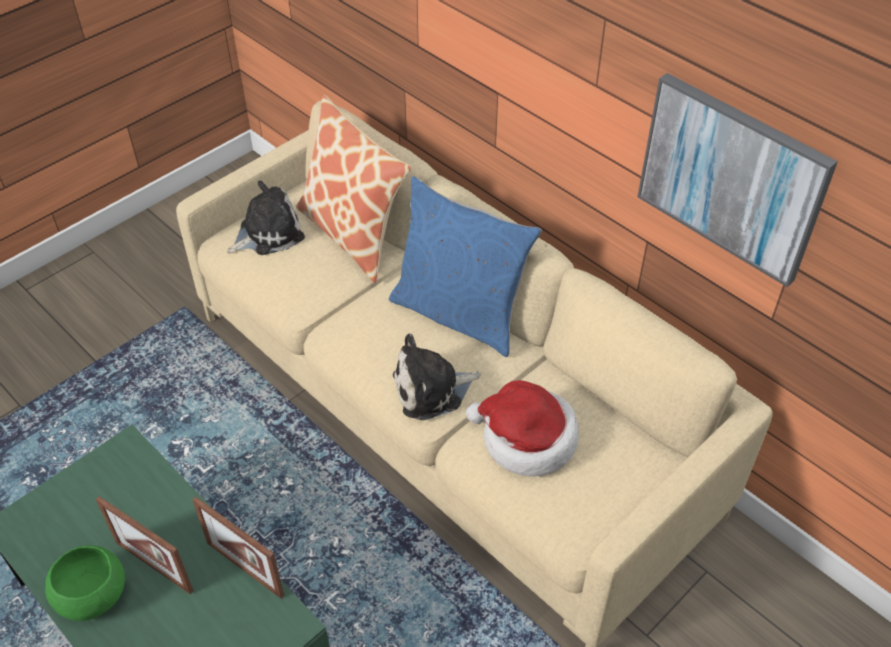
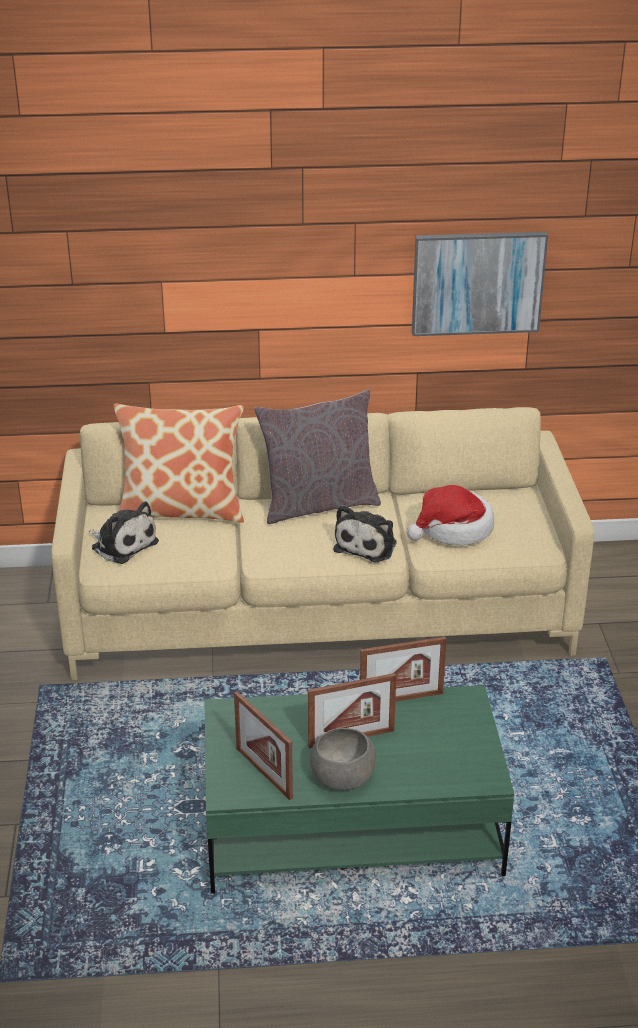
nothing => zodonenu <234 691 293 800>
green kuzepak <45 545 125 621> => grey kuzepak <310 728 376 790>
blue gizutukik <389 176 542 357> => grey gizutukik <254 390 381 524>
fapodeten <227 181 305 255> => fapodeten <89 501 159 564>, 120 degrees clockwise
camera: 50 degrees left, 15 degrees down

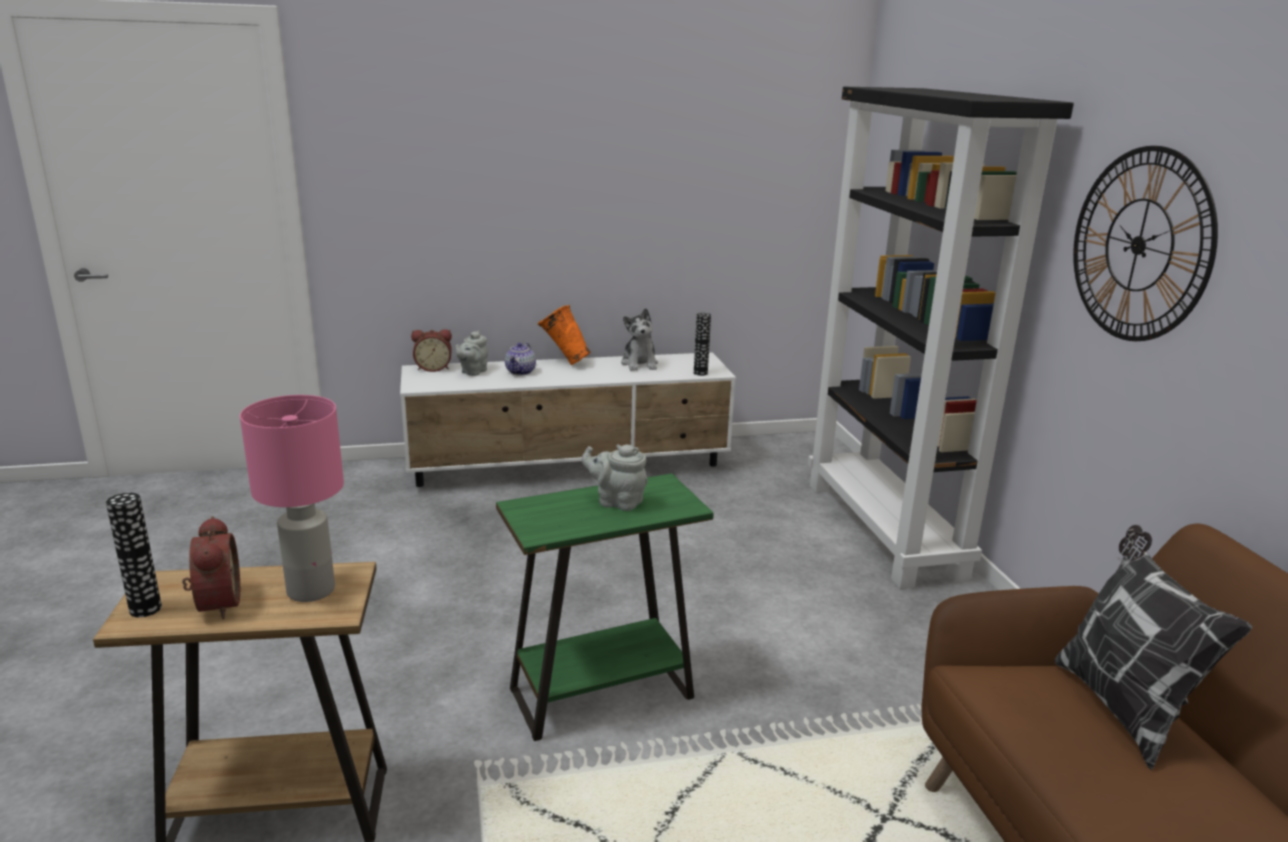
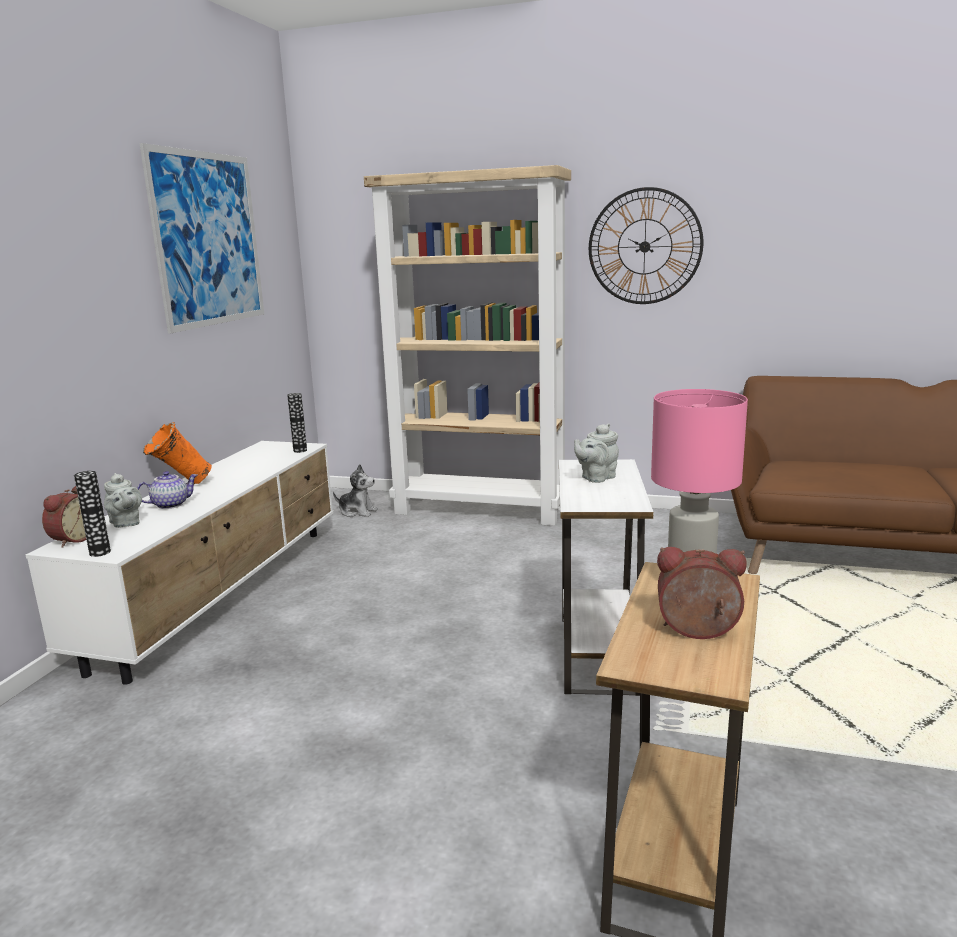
gizutukik <1055 525 1253 770> => nothing
nothing => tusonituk <140 143 264 333>
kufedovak <106 493 162 617> => kufedovak <74 471 111 557>, move
fapodeten <621 308 658 371> => fapodeten <333 464 378 517>, move
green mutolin <496 473 714 741> => white mutolin <559 459 653 696>
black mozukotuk <808 87 1074 589> => beige mozukotuk <364 165 571 526>
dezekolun <505 343 536 376> => dezekolun <137 471 198 509>, 75 degrees counterclockwise
camera: 60 degrees left, 5 degrees down

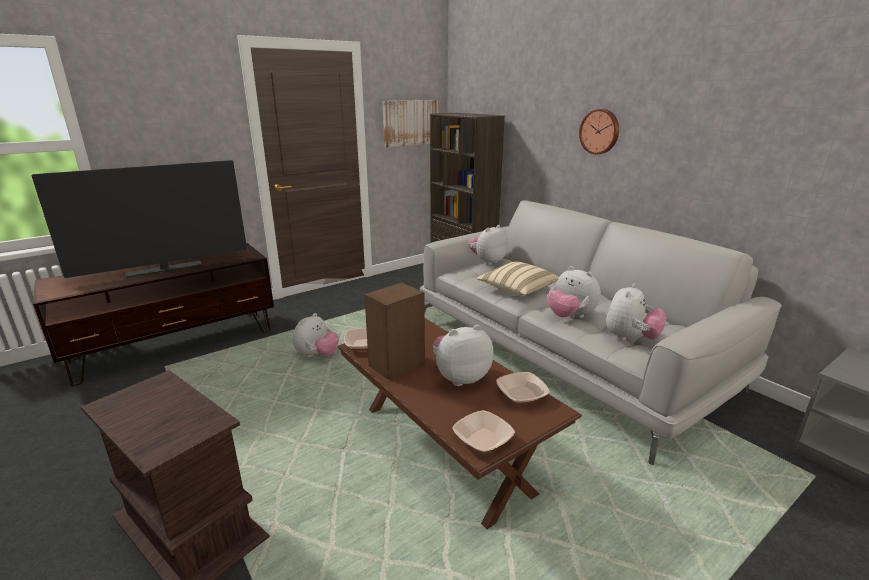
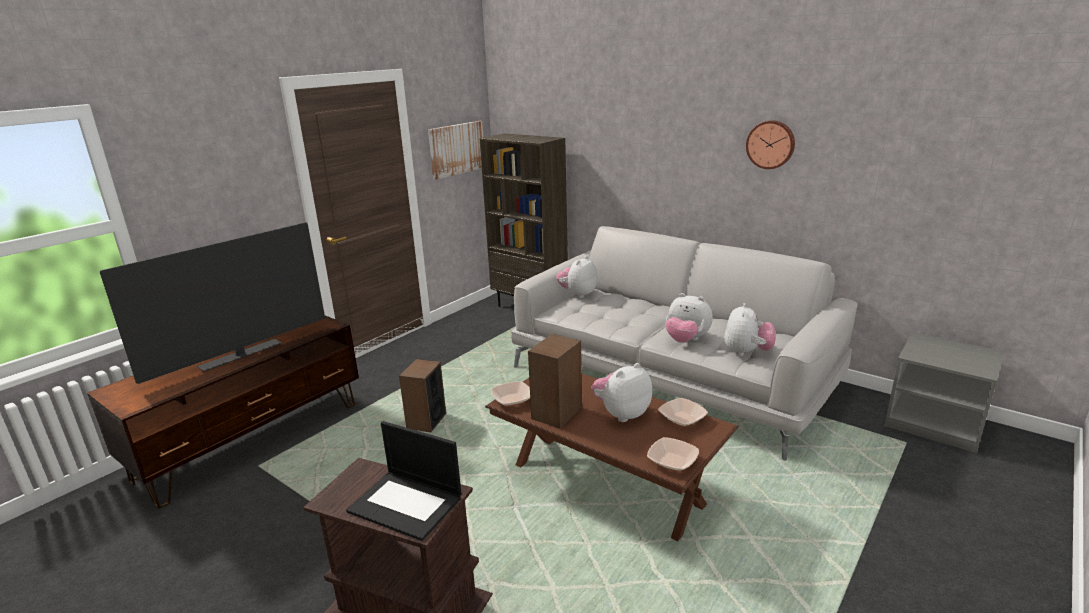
beige gizutukik <476 262 559 295> => nothing
nothing => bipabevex <346 421 461 541>
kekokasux <579 109 619 155> => kekokasux <746 120 795 169>, move
fapodeten <293 313 339 357> => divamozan <399 359 446 432>
camera: 15 degrees left, 0 degrees up

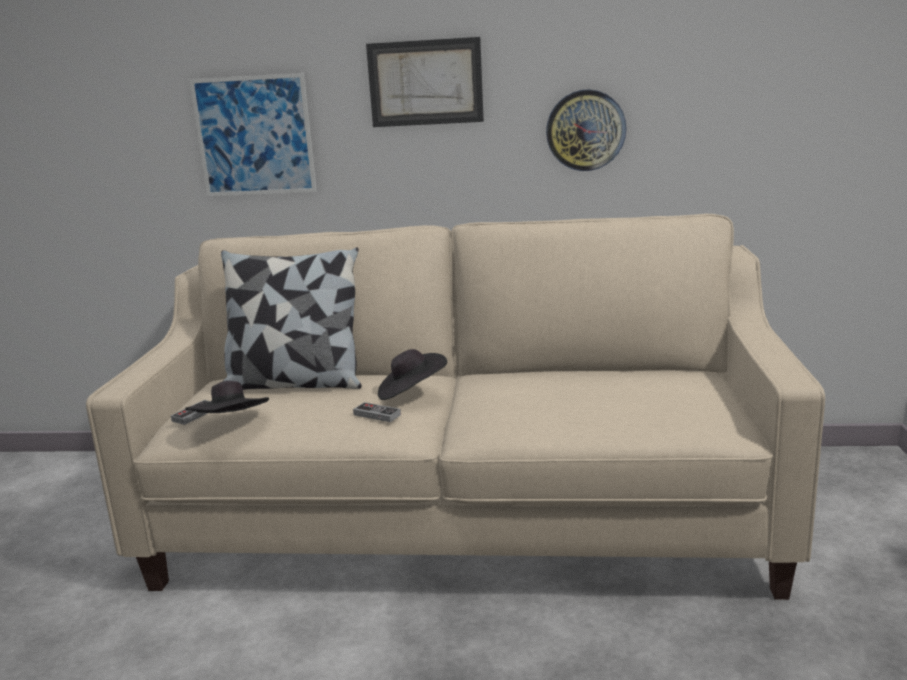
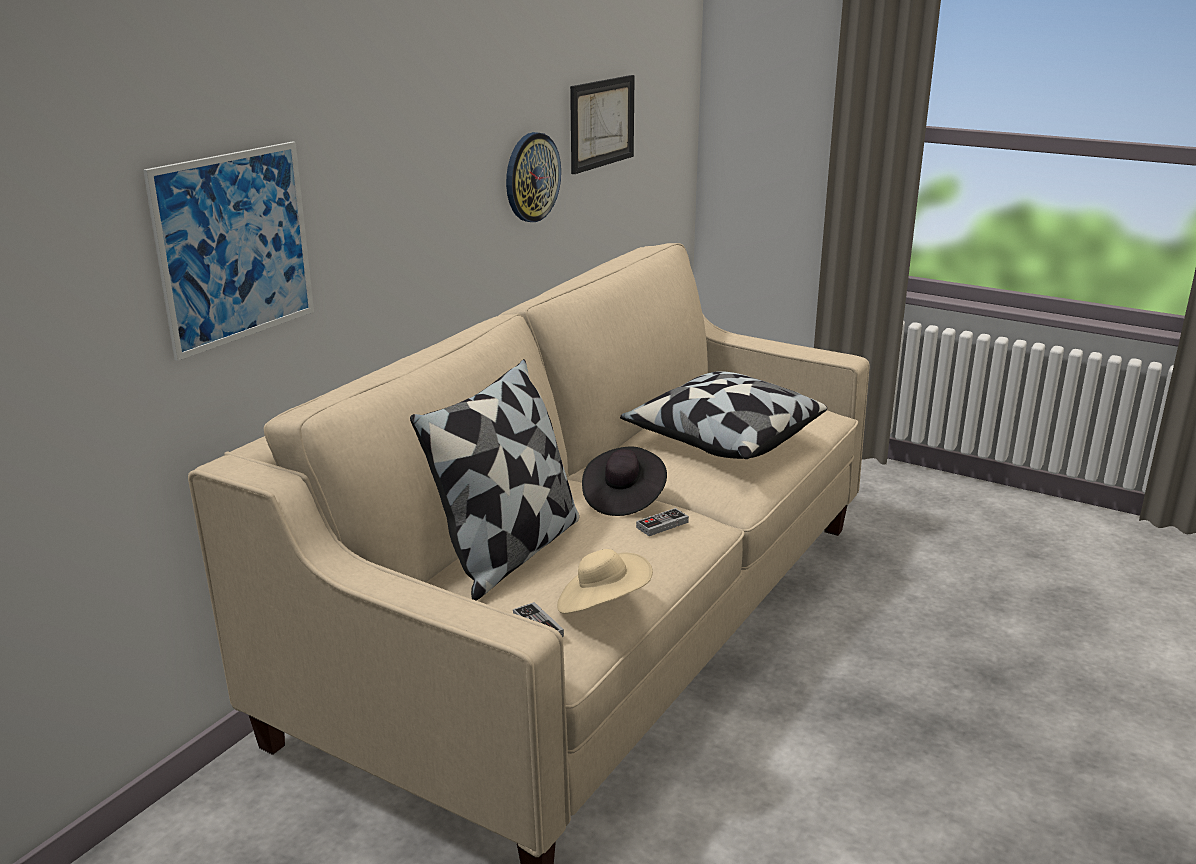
nothing => gizutukik <620 371 827 459>
tusonituk <366 37 484 127> => tusonituk <570 75 635 174>, move
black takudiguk <185 381 269 413> => beige takudiguk <557 549 653 614>
camera: 65 degrees left, 5 degrees up

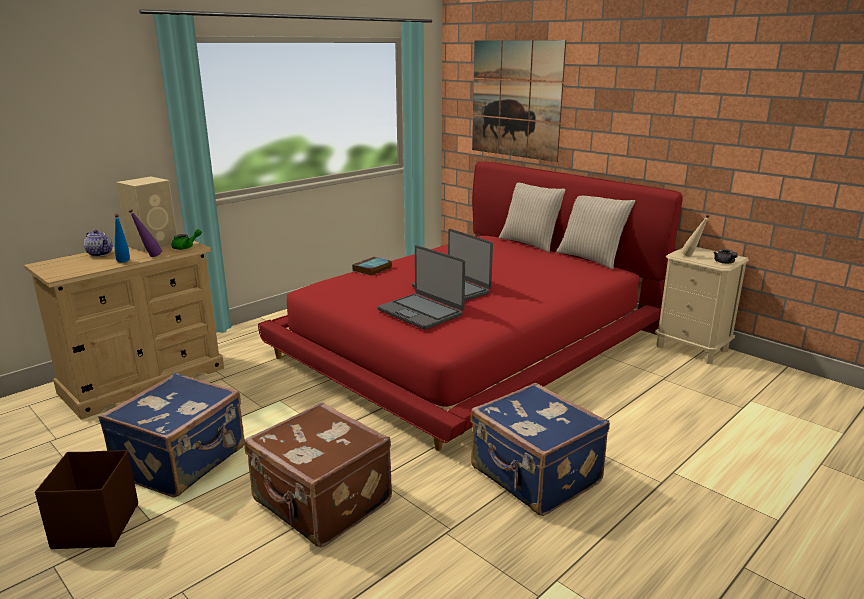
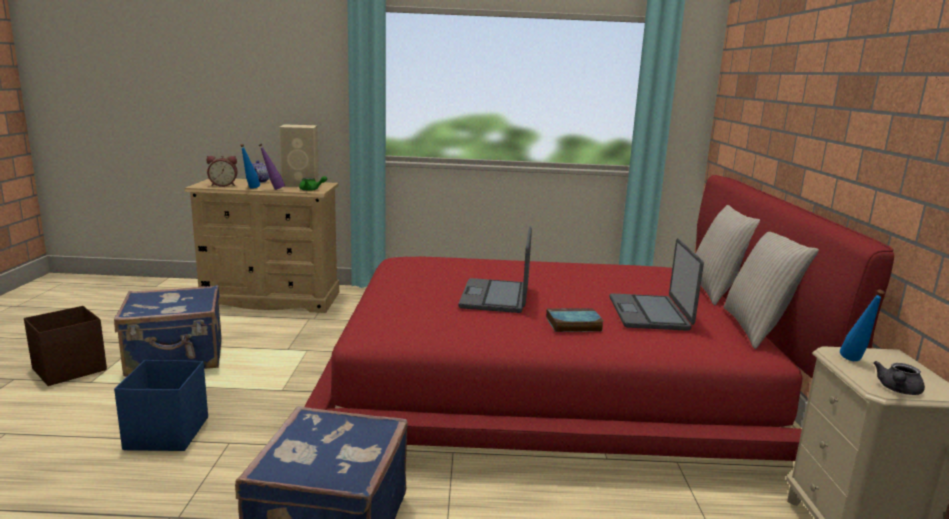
tusonituk <472 40 566 162> => nothing
nothing => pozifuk <206 156 238 187>
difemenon <352 257 392 276> => difemenon <546 308 604 332>, move
bipabevex <378 245 465 330> => bipabevex <610 239 704 331>, move
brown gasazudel <244 402 392 548> => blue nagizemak <114 360 208 451>
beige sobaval <681 215 710 257> => blue sobaval <840 290 885 361>
camera: 45 degrees right, 5 degrees down

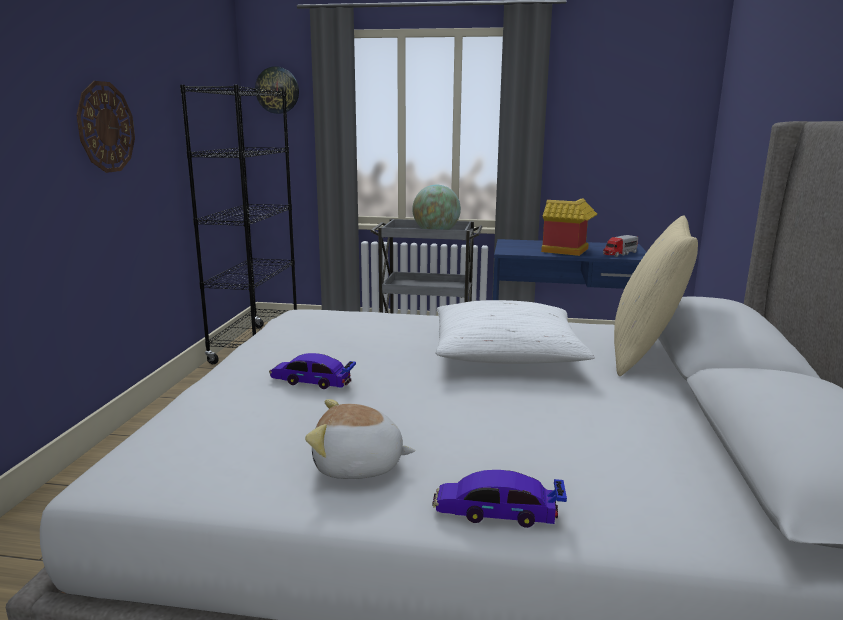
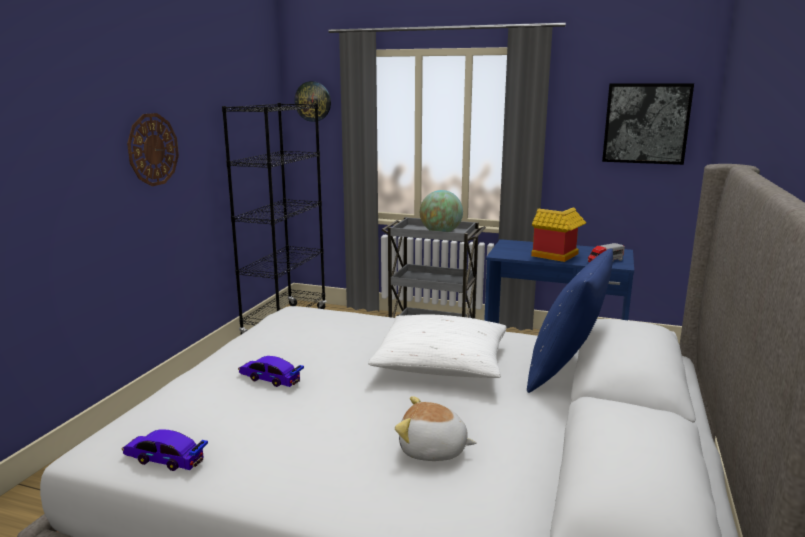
nothing => tusonituk <602 84 694 165>
fapodeten <305 399 415 479> => fapodeten <395 396 477 461>, move
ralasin <432 470 567 528> => ralasin <122 429 208 471>, move
beige gizutukik <614 216 698 376> => blue gizutukik <527 248 613 393>
camera: 10 degrees right, 0 degrees up

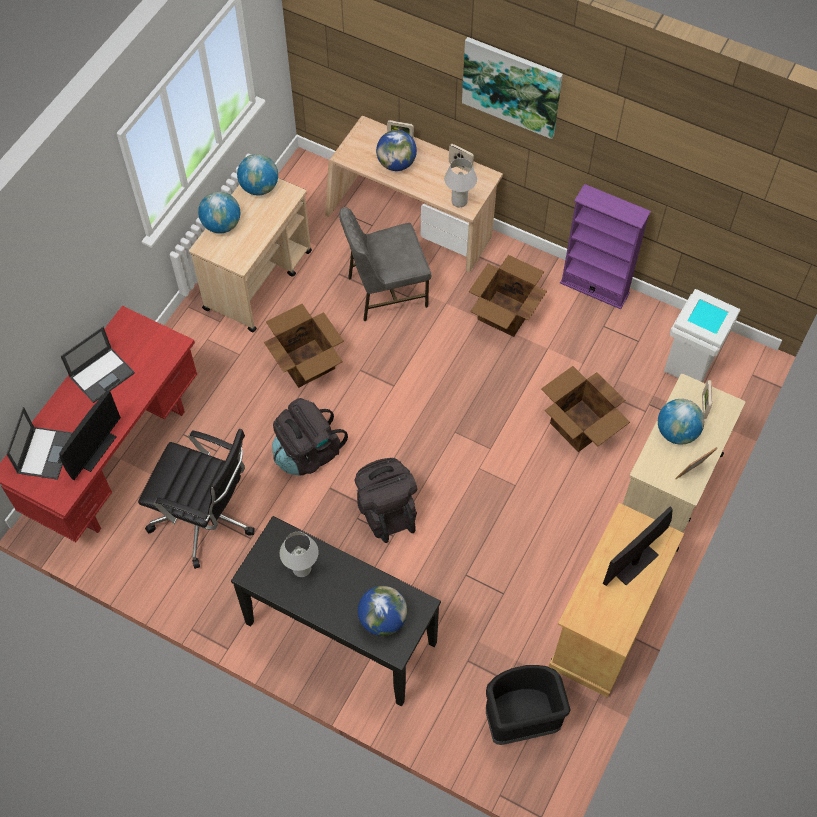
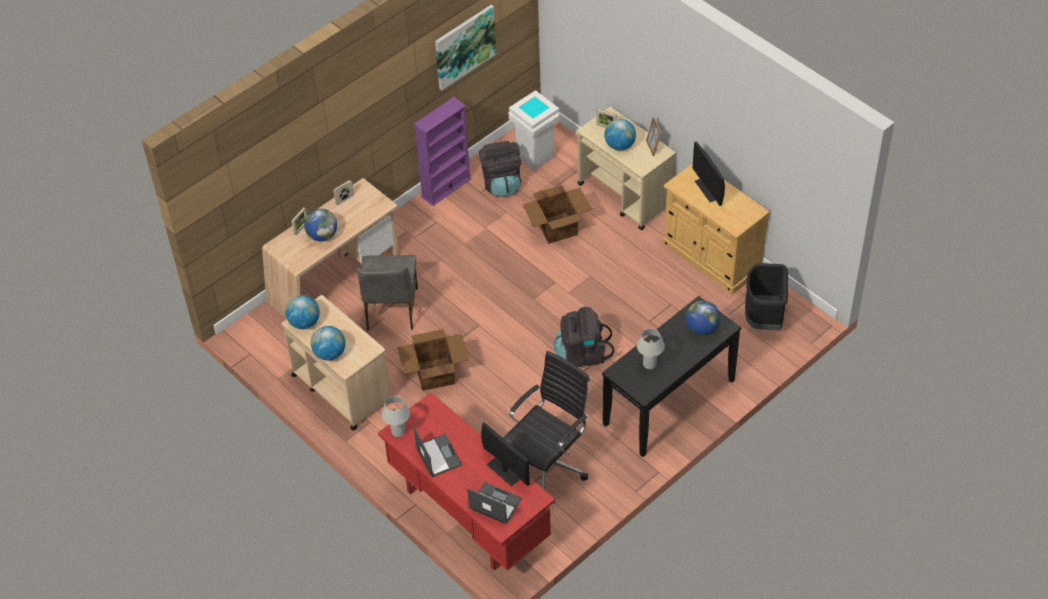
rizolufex <469 255 547 337> => nothing
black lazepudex <272 398 348 476> => black lazepudex <479 141 521 197>, move
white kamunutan <444 158 477 207> => white kamunutan <382 396 410 437>, move
tusonituk <462 37 563 139> => tusonituk <435 5 496 90>, move
camera: 70 degrees left, 10 degrees down

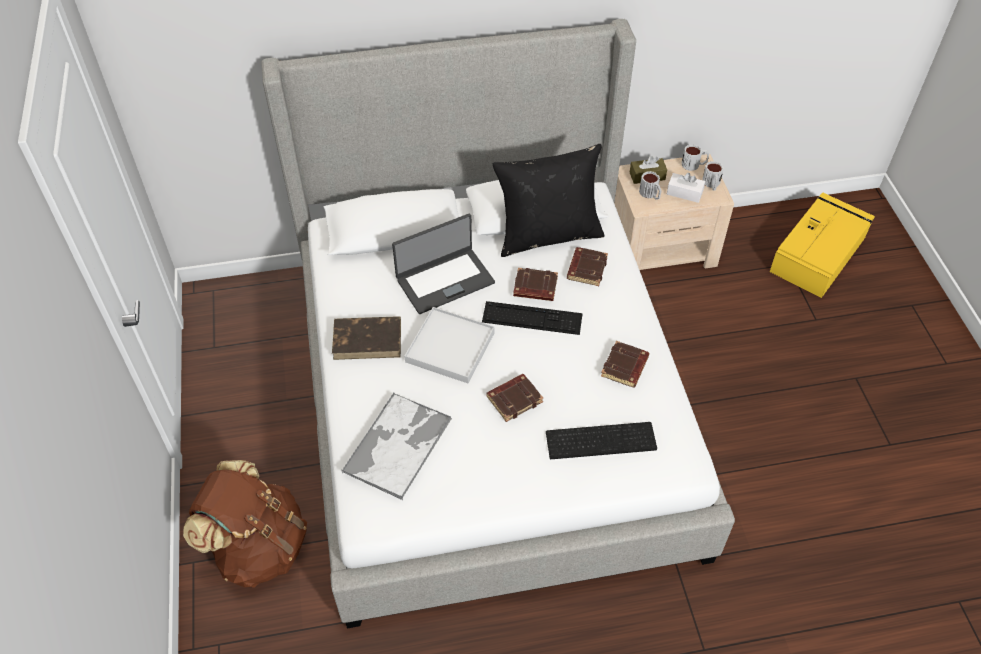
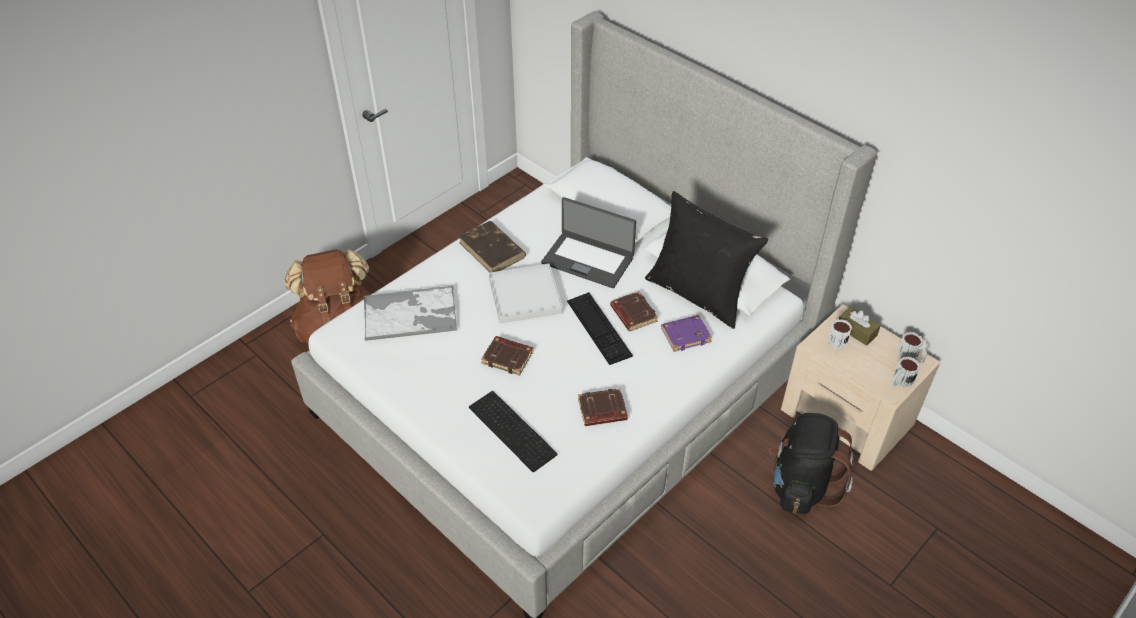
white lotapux <667 173 705 203> => nothing
yellow nagizemak <770 192 875 298> => nothing
nothing => black lazepudex <769 413 853 514>
brown difemenon <567 247 608 286> => purple difemenon <661 315 712 352>
camera: 55 degrees right, 5 degrees down

